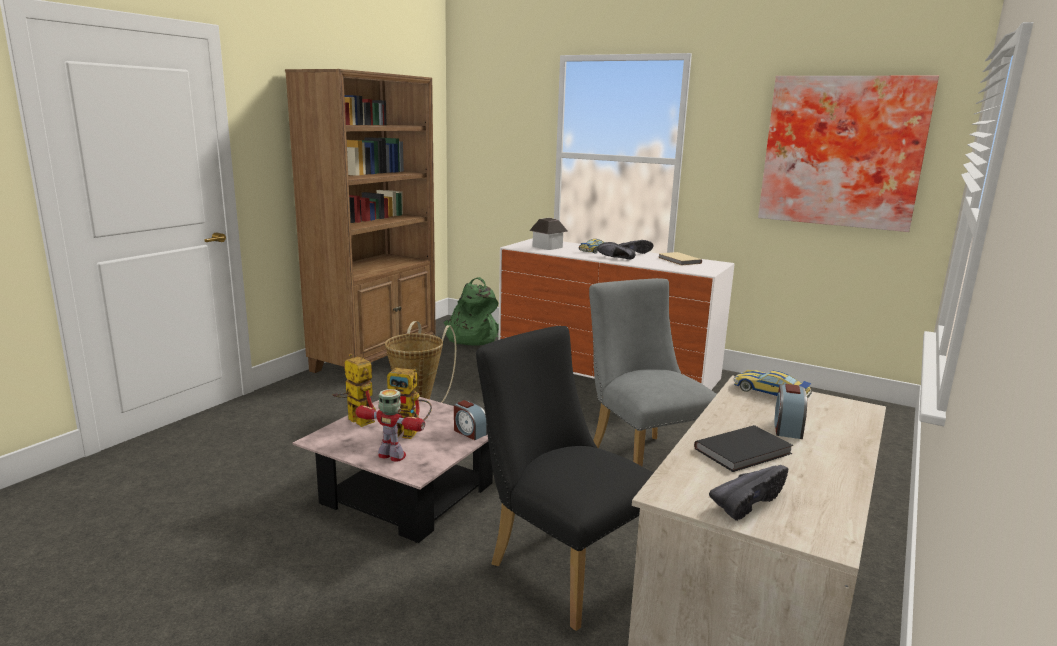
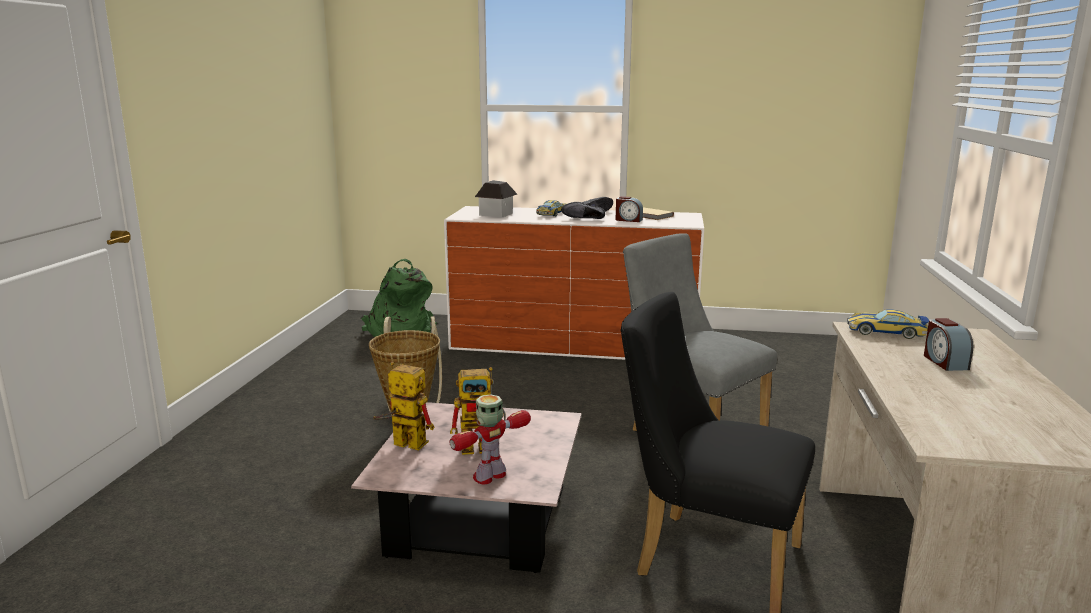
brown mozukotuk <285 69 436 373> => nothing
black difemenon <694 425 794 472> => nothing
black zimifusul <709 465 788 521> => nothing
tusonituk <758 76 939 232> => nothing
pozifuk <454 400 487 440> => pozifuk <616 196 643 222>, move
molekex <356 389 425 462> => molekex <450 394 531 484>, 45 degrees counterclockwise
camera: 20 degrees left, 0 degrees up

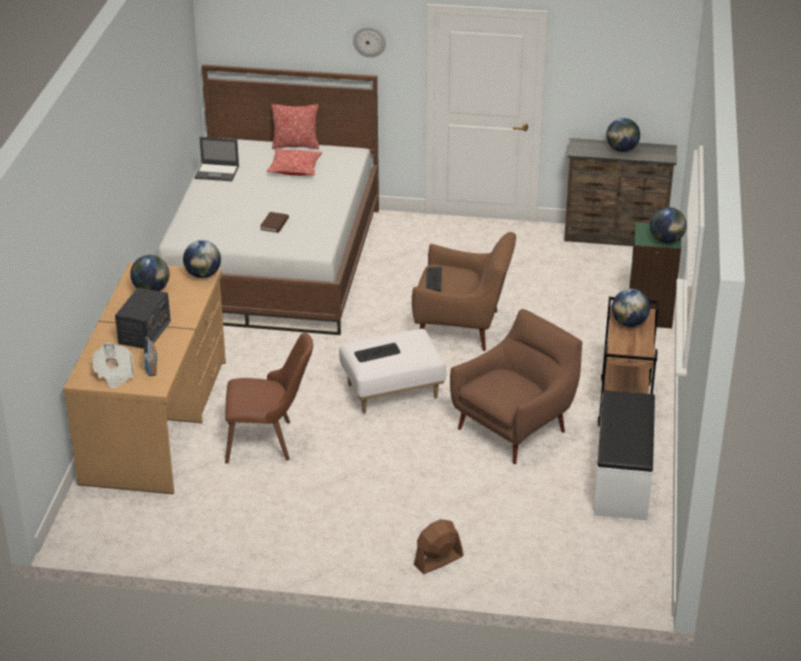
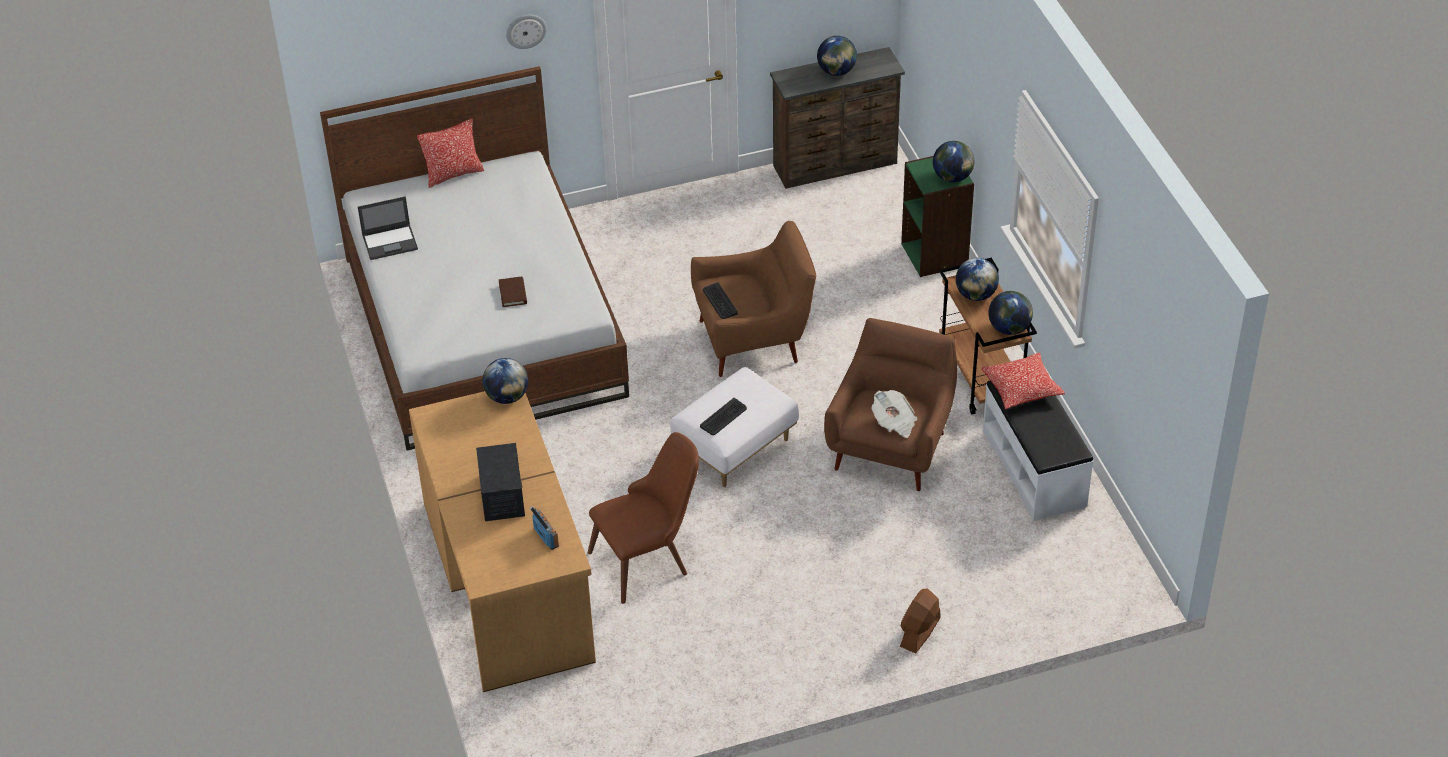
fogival <92 342 134 388> => fogival <871 390 918 438>, move
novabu <130 255 170 291> => novabu <988 291 1033 335>, move
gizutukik <267 149 322 176> => gizutukik <982 352 1065 410>, move
camera: 25 degrees left, 10 degrees up

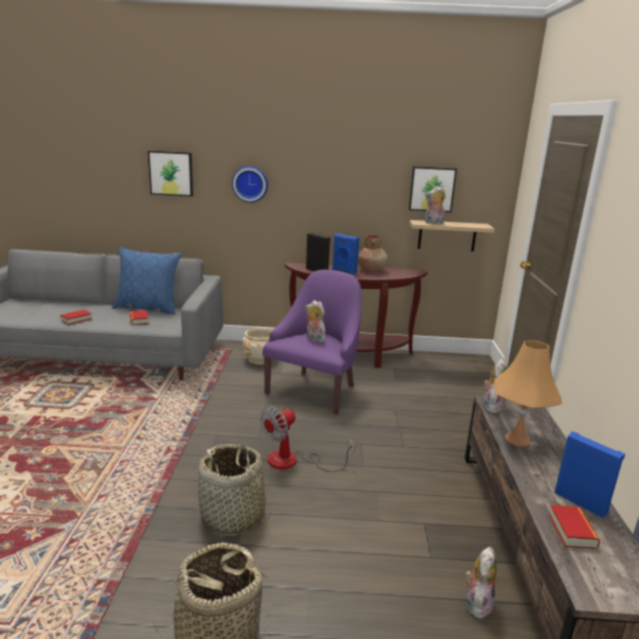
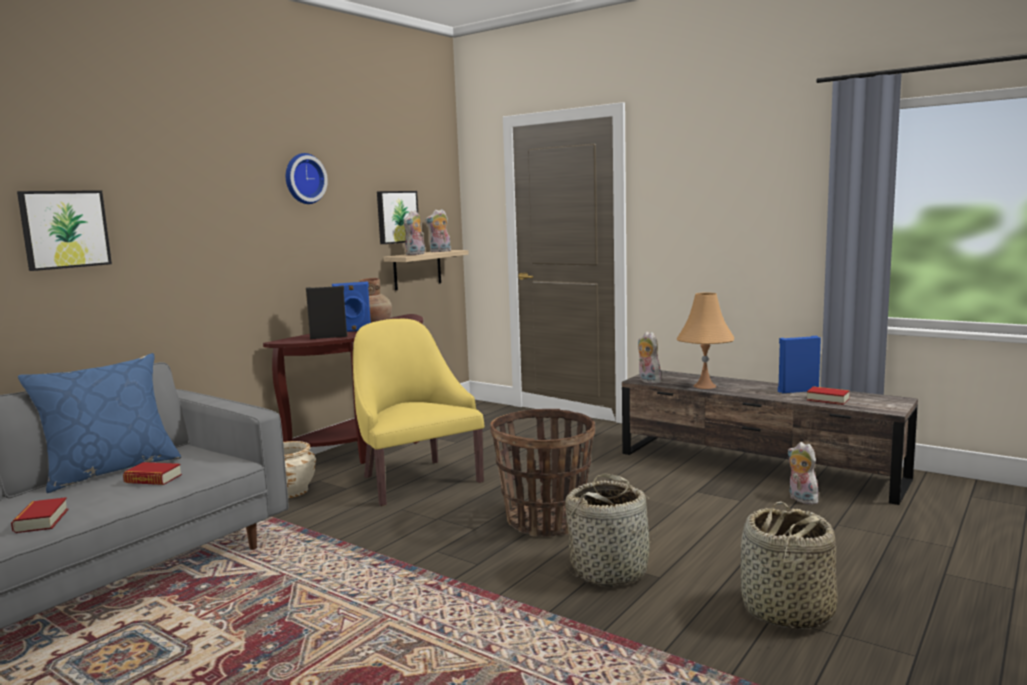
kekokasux <232 166 268 203> => kekokasux <286 153 328 204>, move
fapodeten <305 300 326 342> => fapodeten <425 209 451 252>, move
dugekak <260 405 355 472> => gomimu <490 409 595 537>
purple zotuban <263 270 362 415> => yellow zotuban <353 319 484 506>
camera: 55 degrees left, 10 degrees down

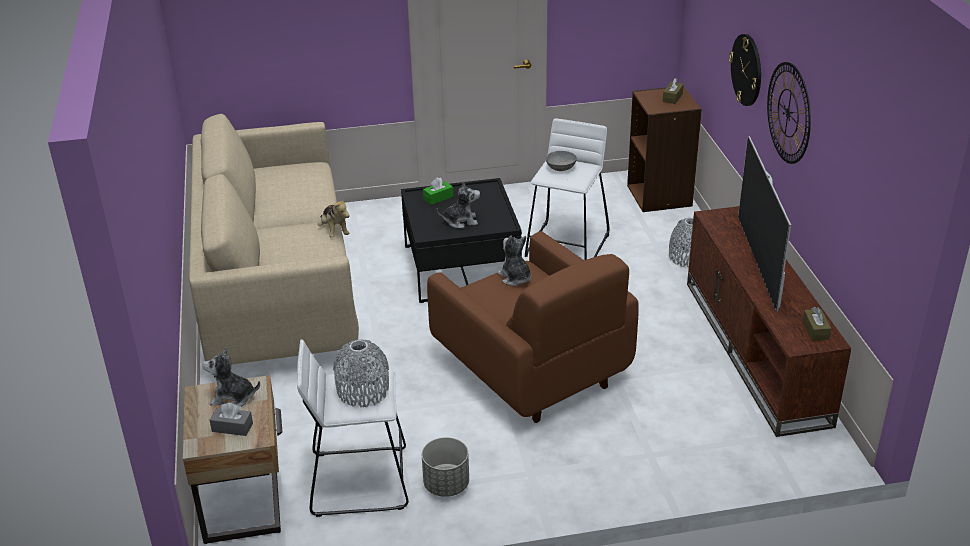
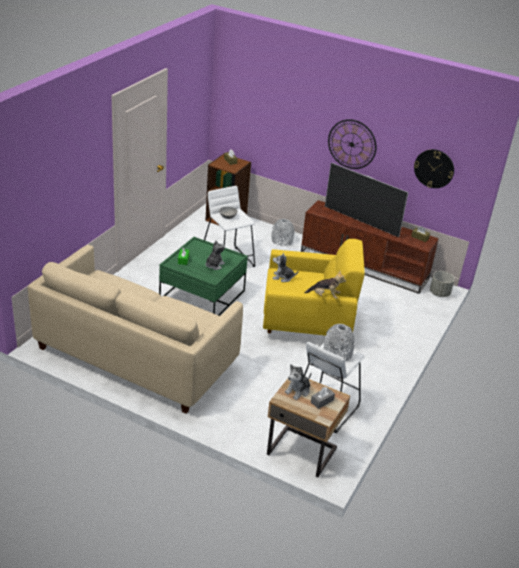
fapodeten <318 198 349 238> => fapodeten <304 271 346 299>, move
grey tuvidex <422 437 469 497> => grey tuvidex <430 271 455 297>, move
kekokasux <729 34 761 106> => kekokasux <414 149 454 188>, move
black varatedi <401 178 522 303> => green varatedi <159 237 248 316>
brown zotuban <427 231 639 423> => yellow zotuban <263 239 365 336>
camera: 55 degrees left, 0 degrees up

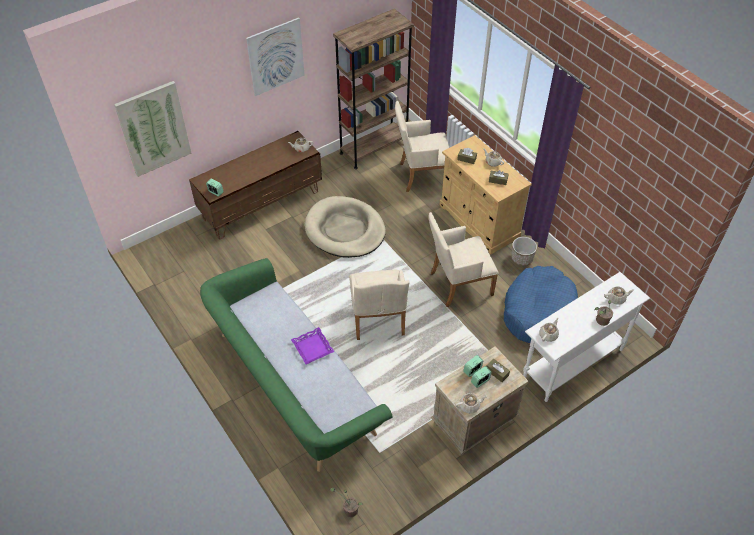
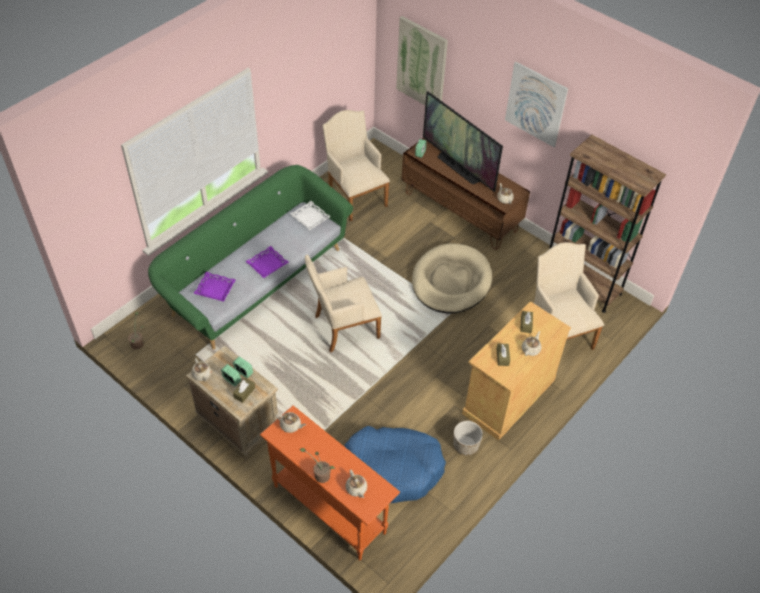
nothing => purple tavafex <193 272 236 302>
nothing => white tavafex <290 201 331 230>
nothing => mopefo <423 91 503 192>
beige zotuban <429 212 499 307> => beige zotuban <322 110 390 221>, move
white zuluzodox <523 272 650 402> => orange zuluzodox <260 406 400 560>
camera: 75 degrees right, 0 degrees up

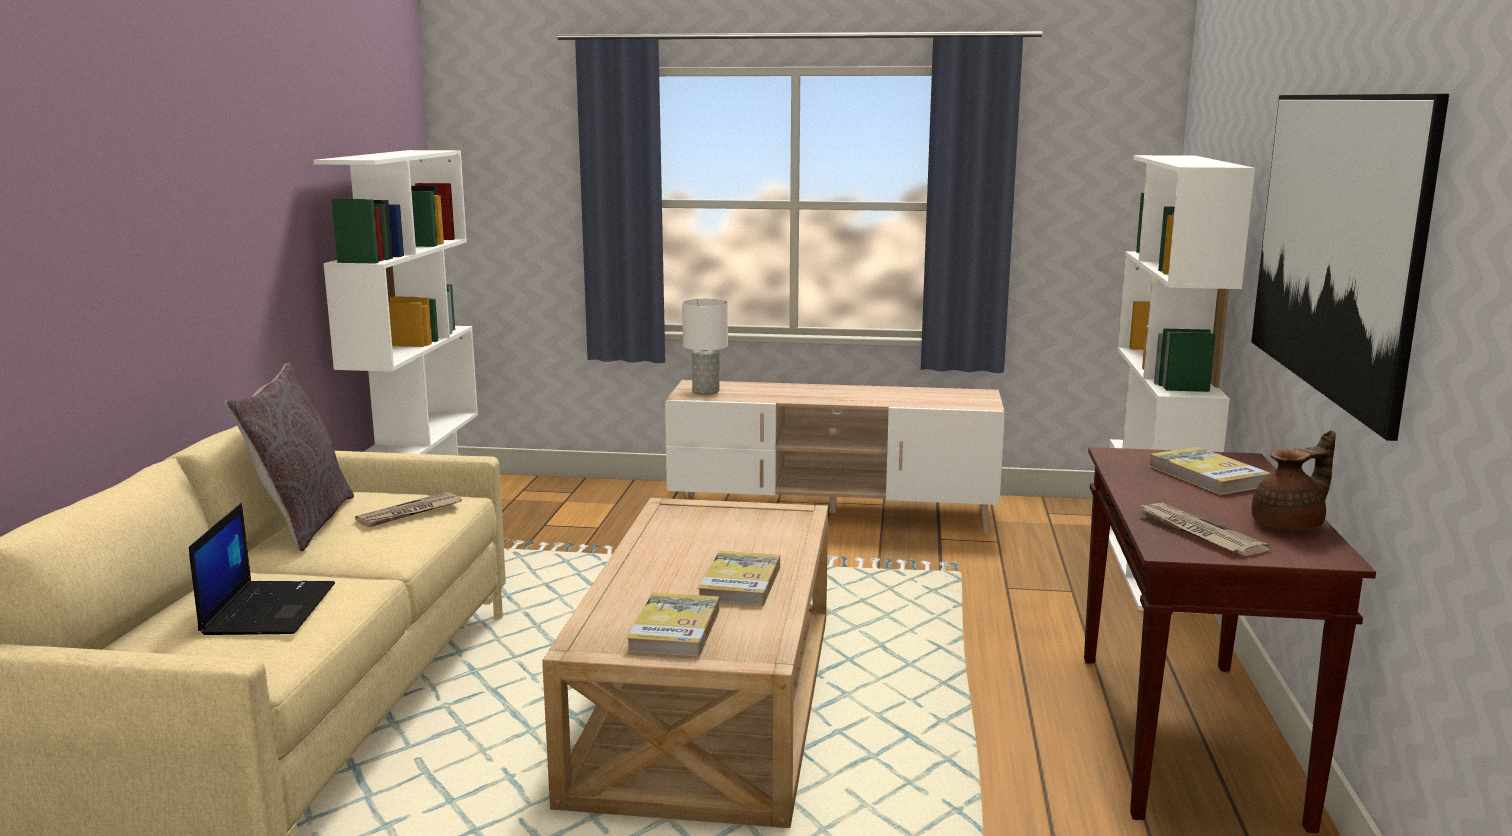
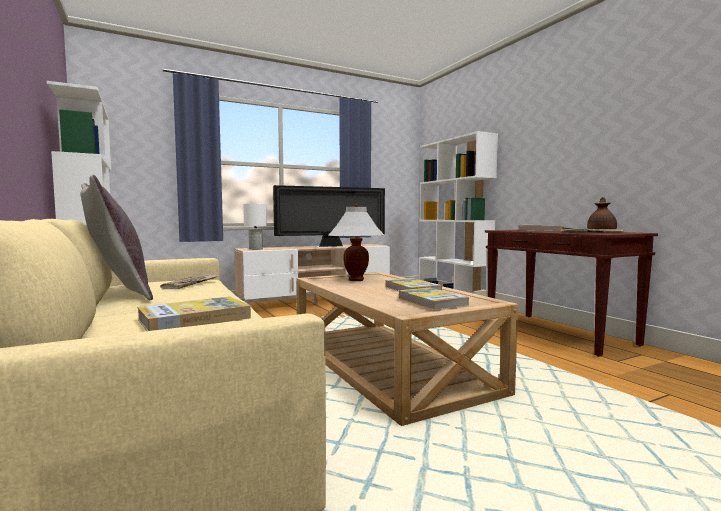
tusonituk <1251 94 1449 441> => nothing
nothing => mopefo <273 185 385 247>
nothing => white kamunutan <328 204 385 281>
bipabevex <189 503 335 635> => difemenon <137 296 251 331>
camera: 35 degrees left, 10 degrees down

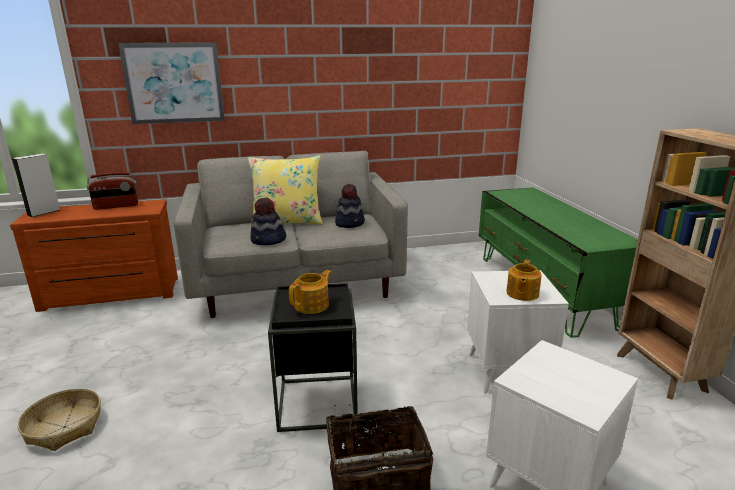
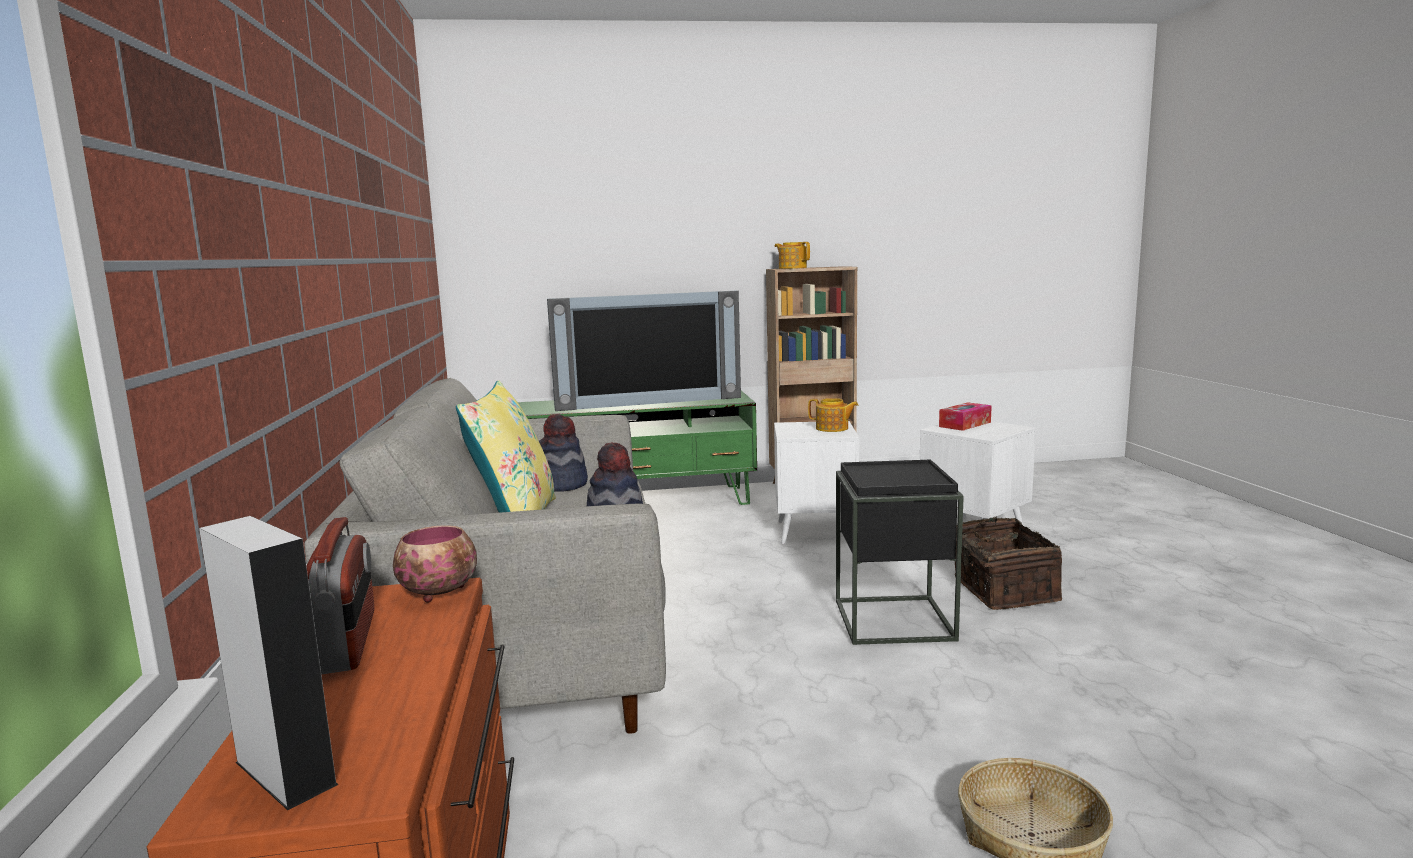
tusonituk <118 42 225 124> => nothing
nothing => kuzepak <393 525 477 603>
nothing => mopefo <547 291 741 411>
nothing => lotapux <939 402 992 431>
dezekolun <289 270 332 314> => dezekolun <775 242 810 269>, move
camera: 85 degrees left, 10 degrees down

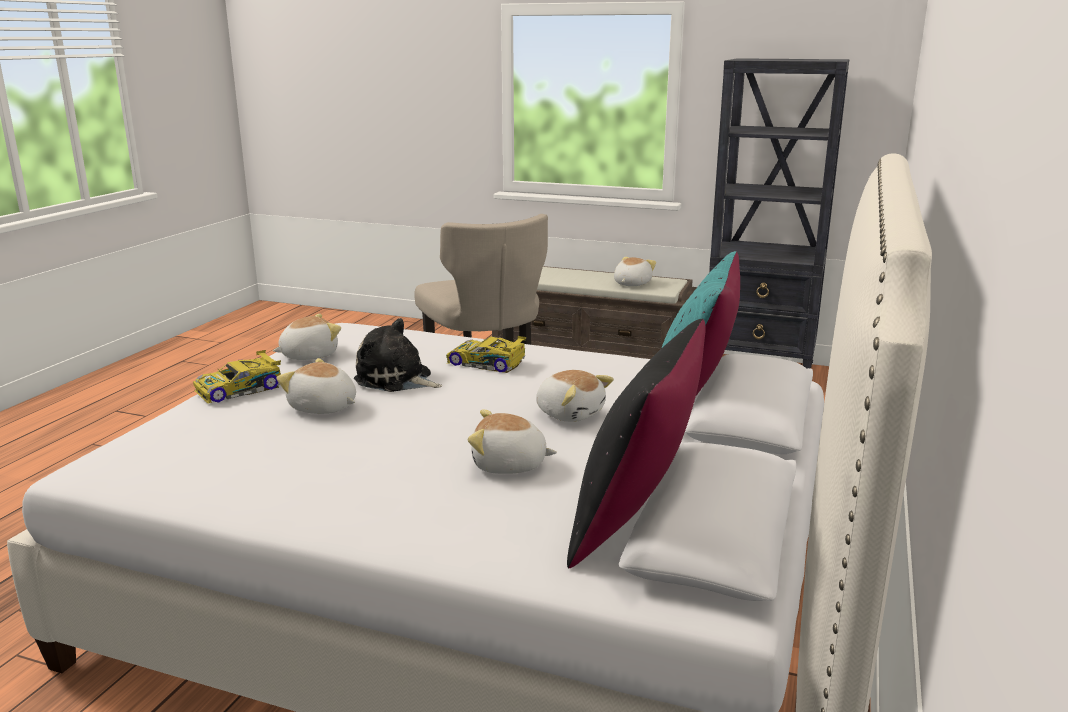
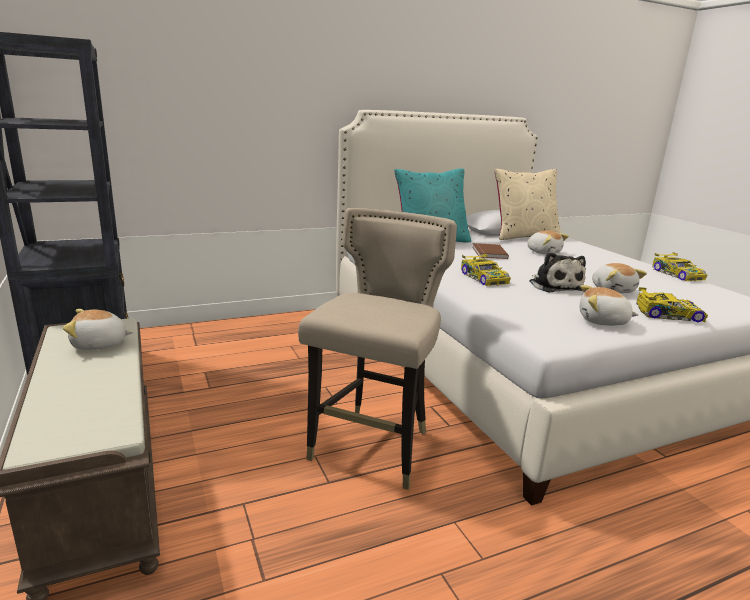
nothing => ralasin <652 252 708 281>
fapodeten <536 370 614 422> => brown difemenon <473 243 509 259>
black gizutukik <567 319 705 568> => beige gizutukik <495 169 561 240>
camera: 135 degrees left, 0 degrees up

